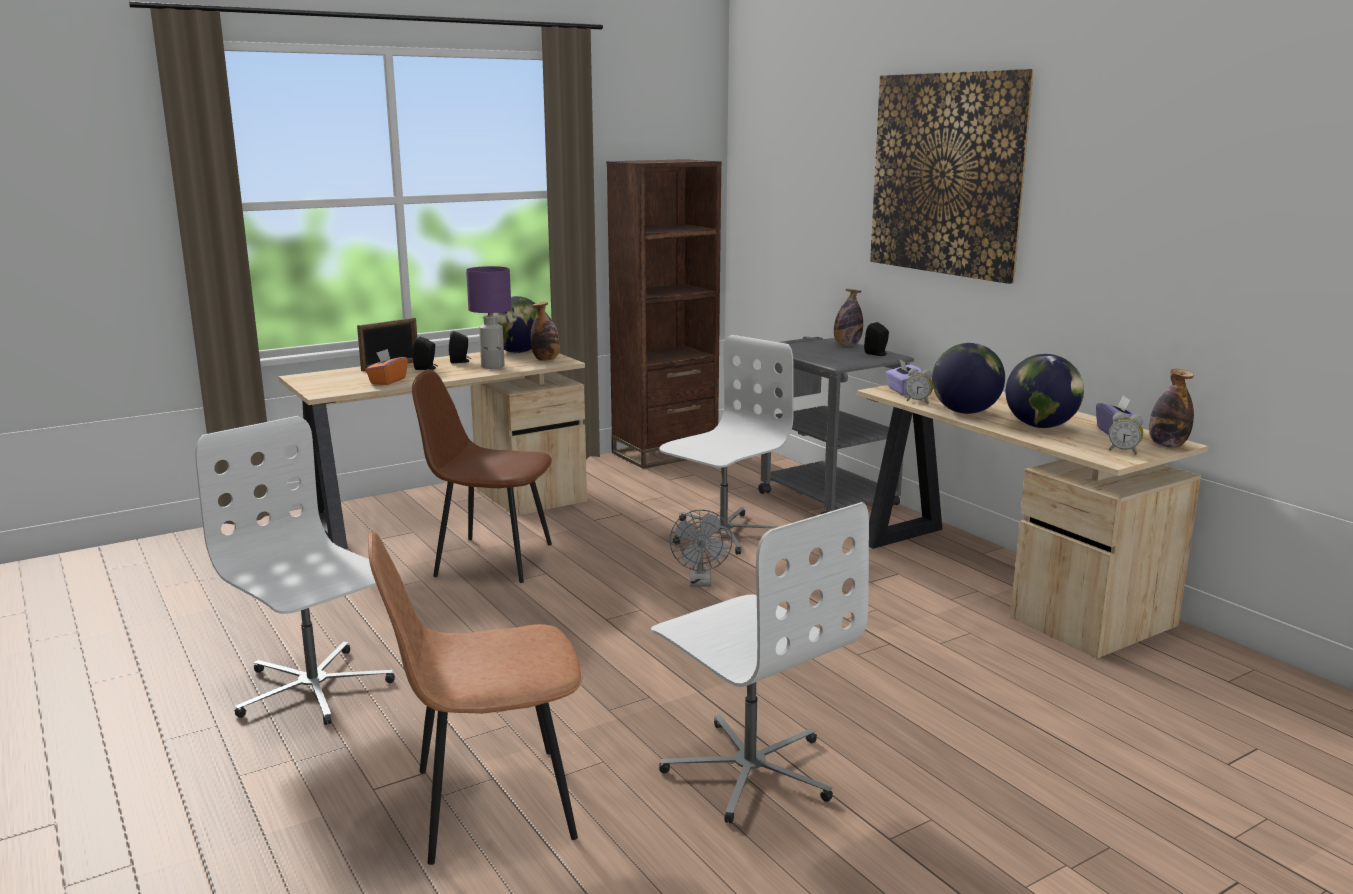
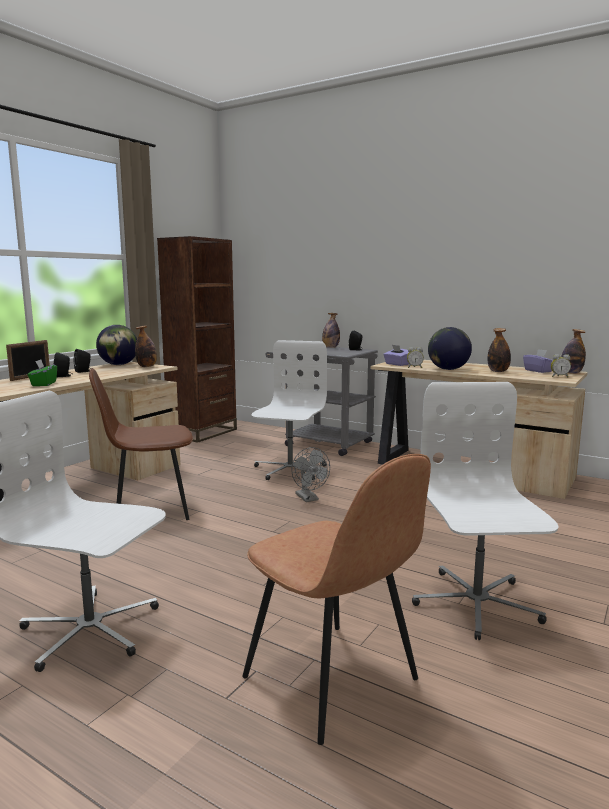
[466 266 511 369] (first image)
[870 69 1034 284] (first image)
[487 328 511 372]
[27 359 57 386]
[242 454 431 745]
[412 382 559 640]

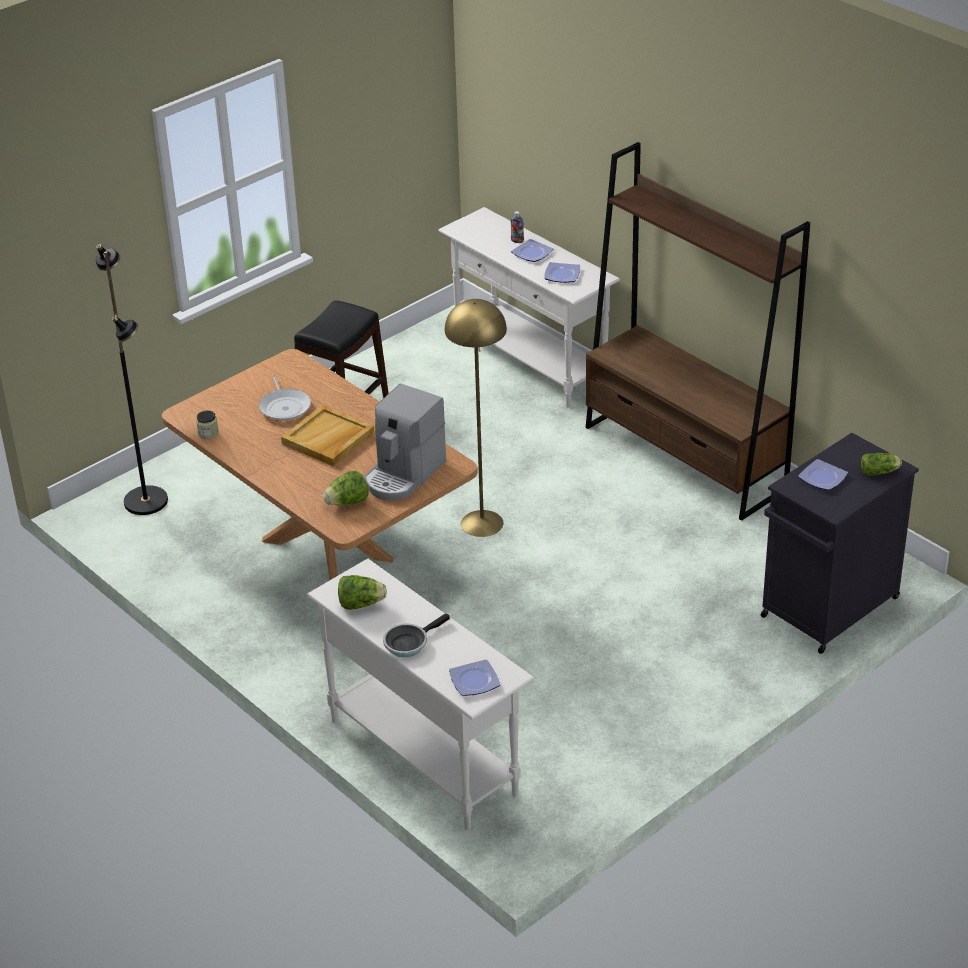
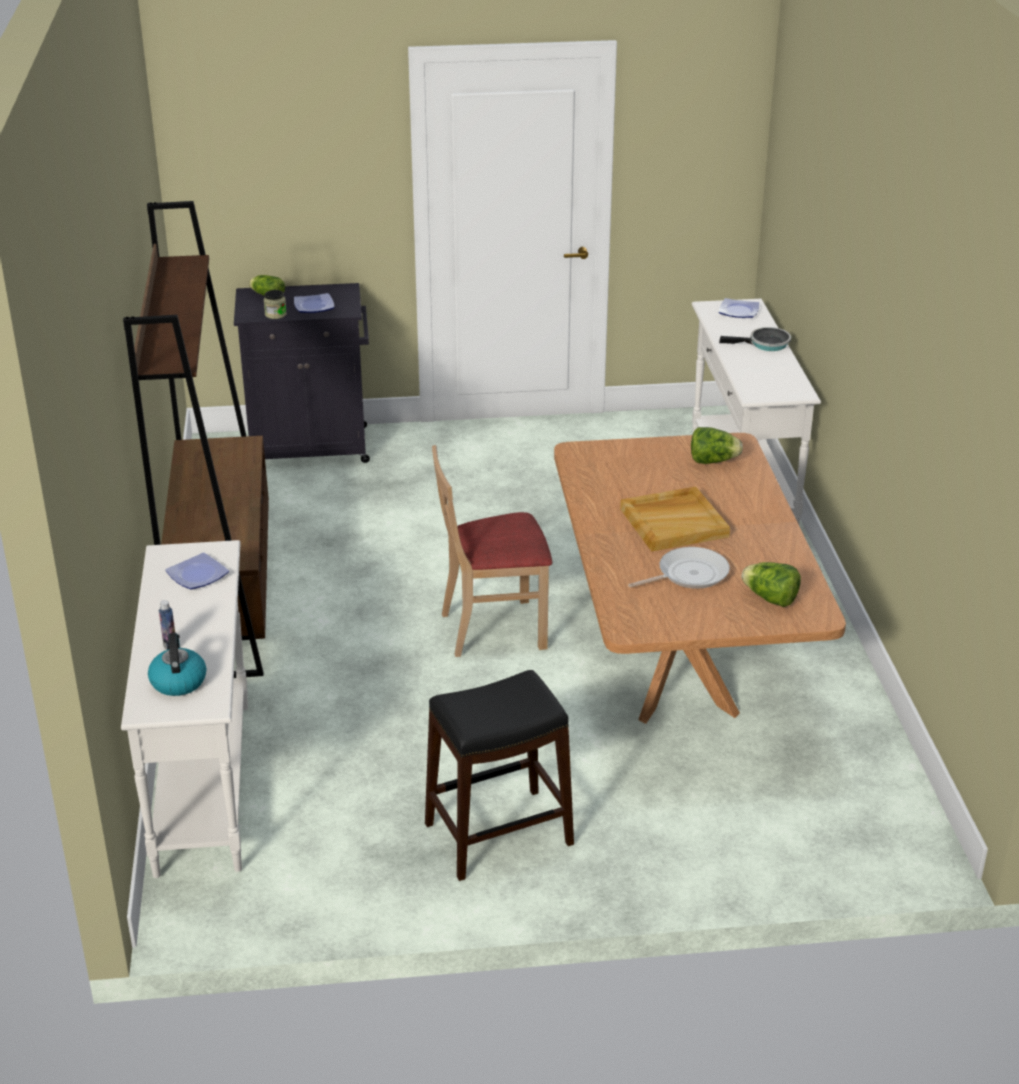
[96 244 168 515] (first image)
[365 384 446 501] (first image)
[511 239 554 262] (first image)
[148 633 206 696]
[264 290 287 319]
[741 562 801 607]
[432 445 552 657]
[628 547 730 589]

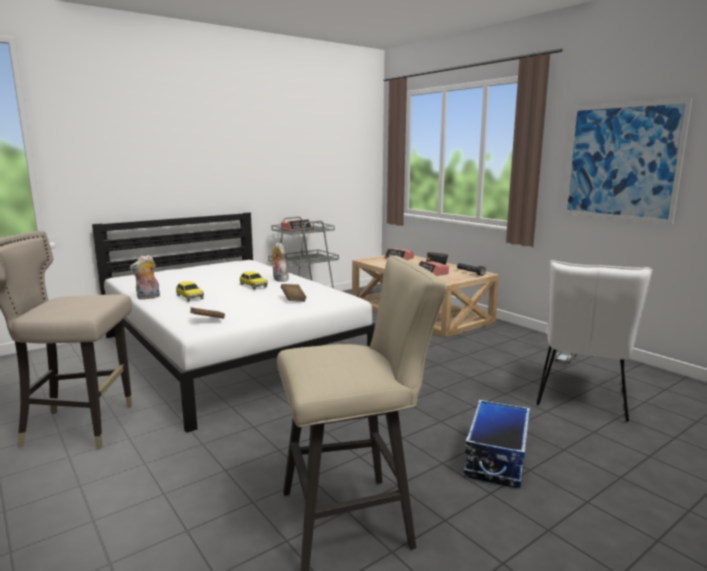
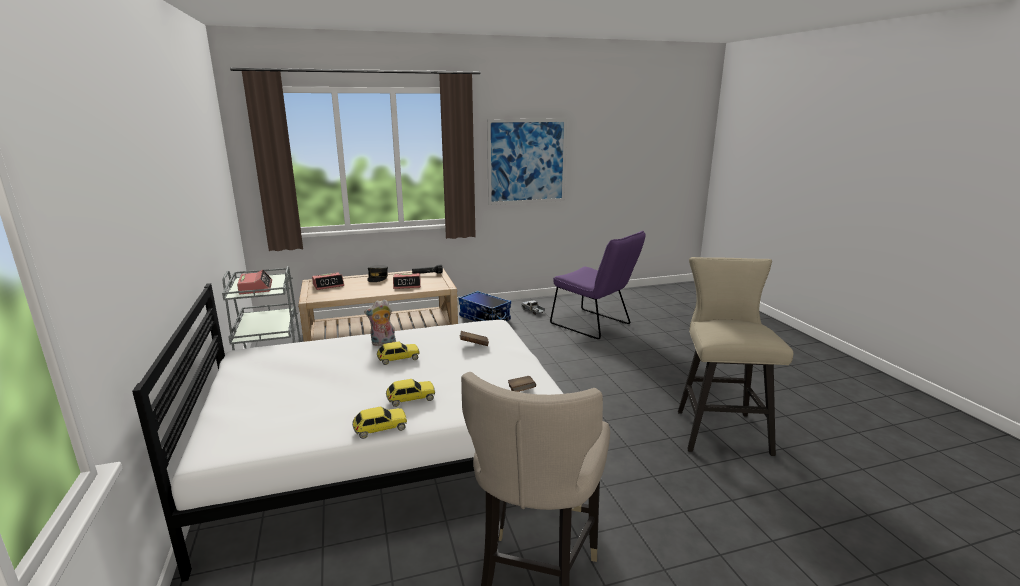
[459 291 511 322]
[352 406 407 439]
[550 230 645 339]

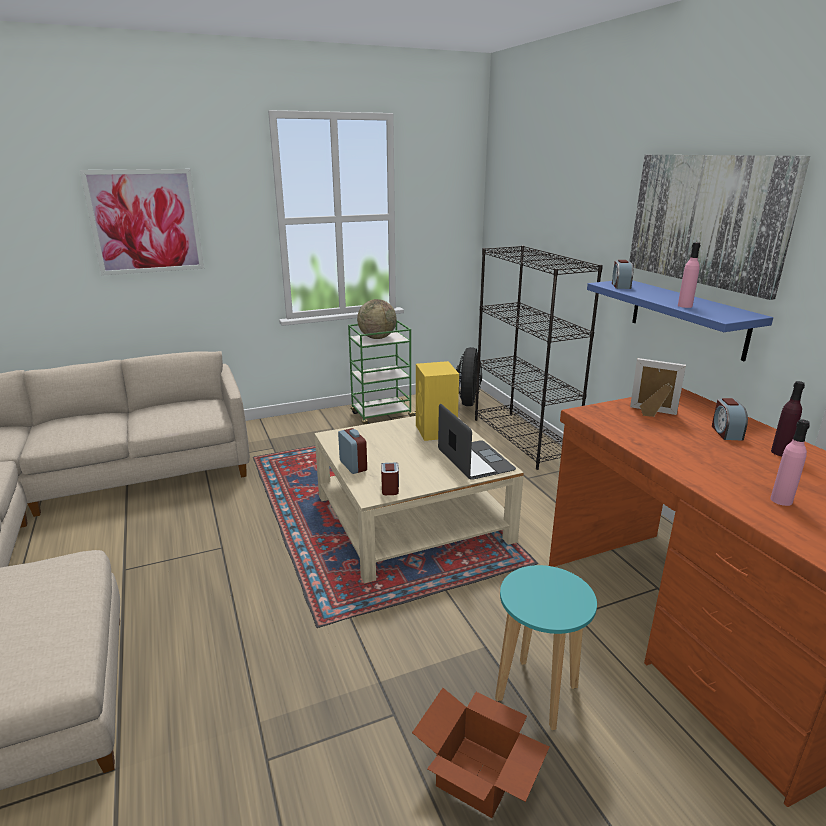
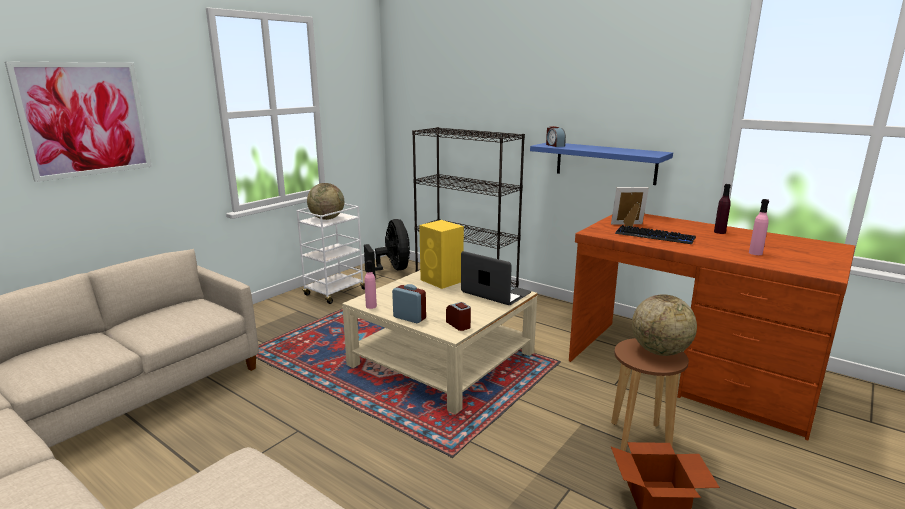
[630 155 810 300] (first image)
[712 398 748 441] (first image)
[615 225 696 244]
[632 294 697 356]
[365 260 377 309]
[297 203 365 304]
[611 338 689 451]

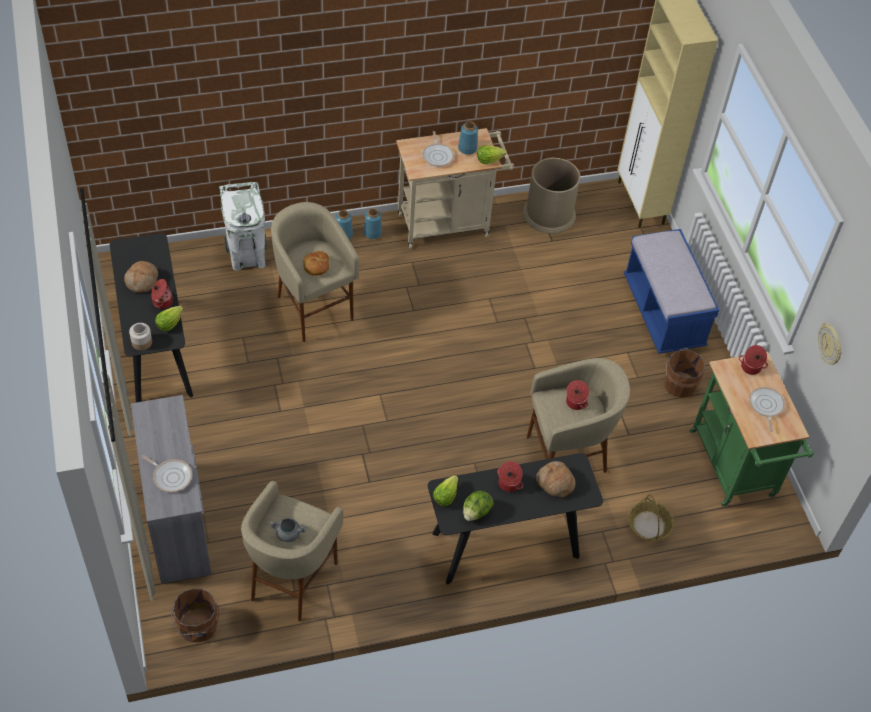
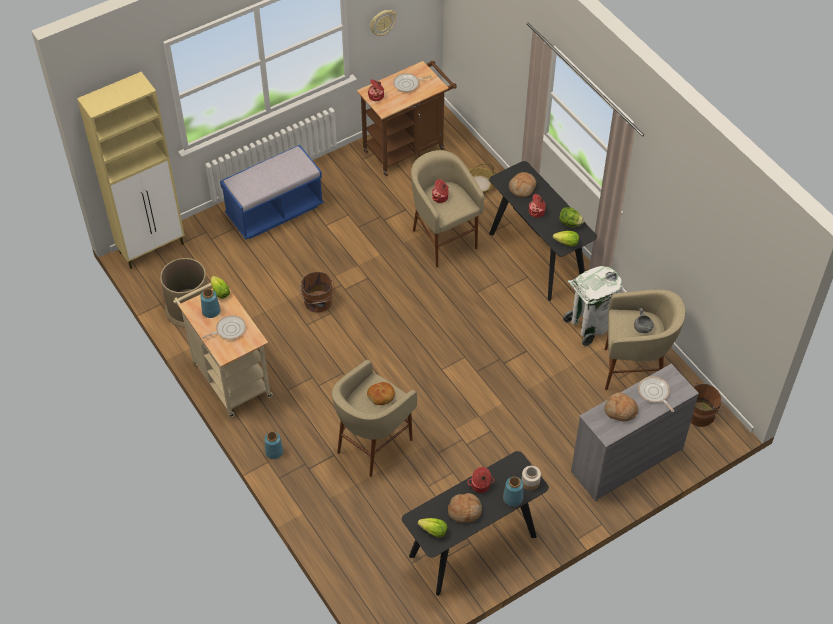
[604 392 638 422]
[418 518 448 537]
[563 266 623 346]
[503 477 523 506]
[300 272 334 312]
[357 61 457 176]
[638 376 674 412]

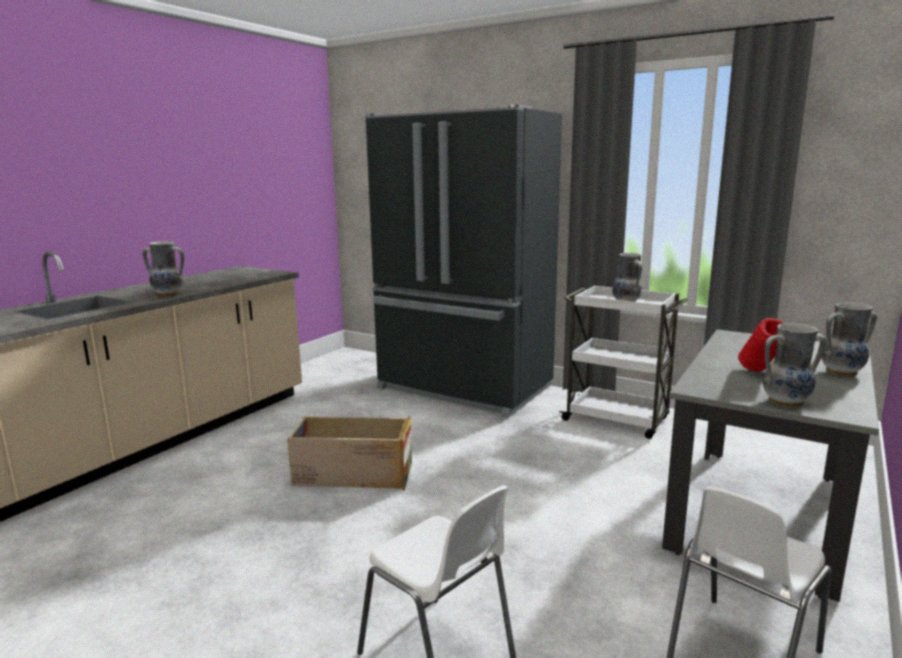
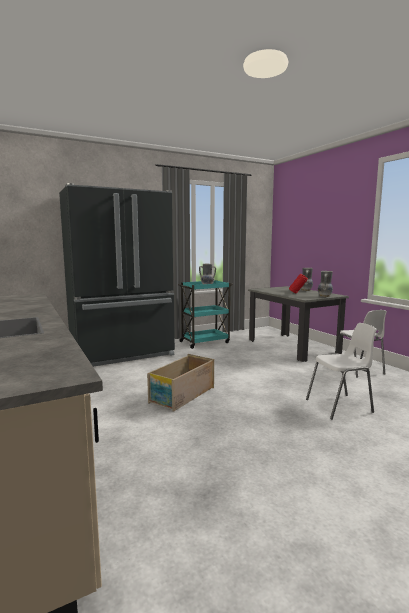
[142 241 184 297] (first image)
[178 280 233 349]

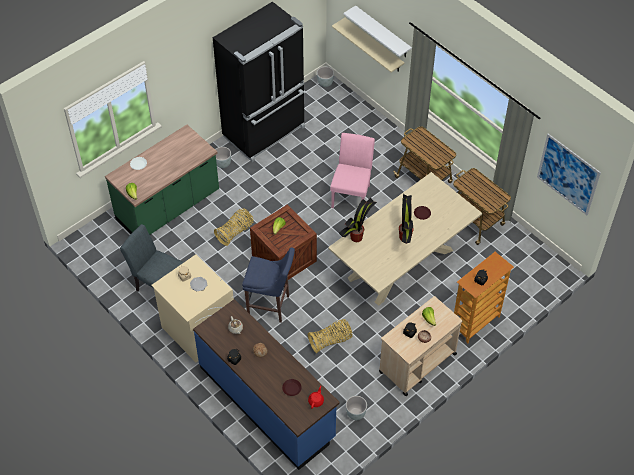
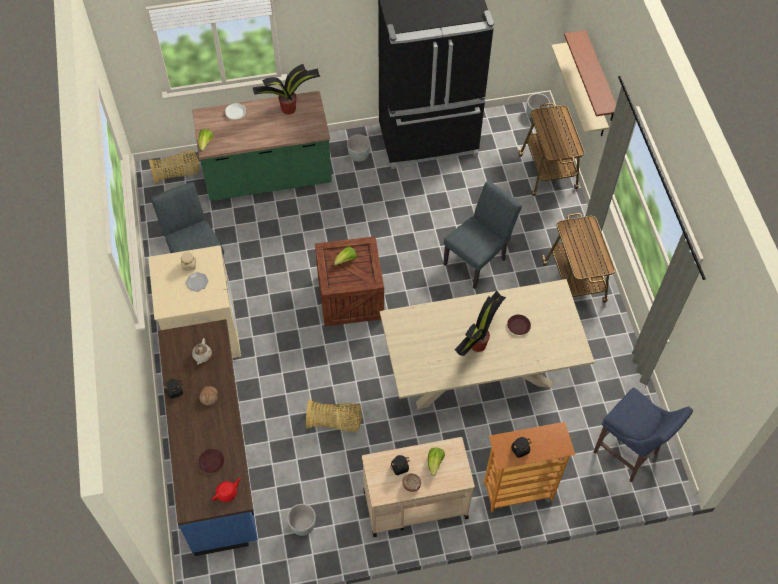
[537 134 601 215] (first image)
[149 150 199 184]
[593 388 693 482]
[253 64 320 115]
[518 103 584 196]
[443 181 522 289]
[564 30 616 121]

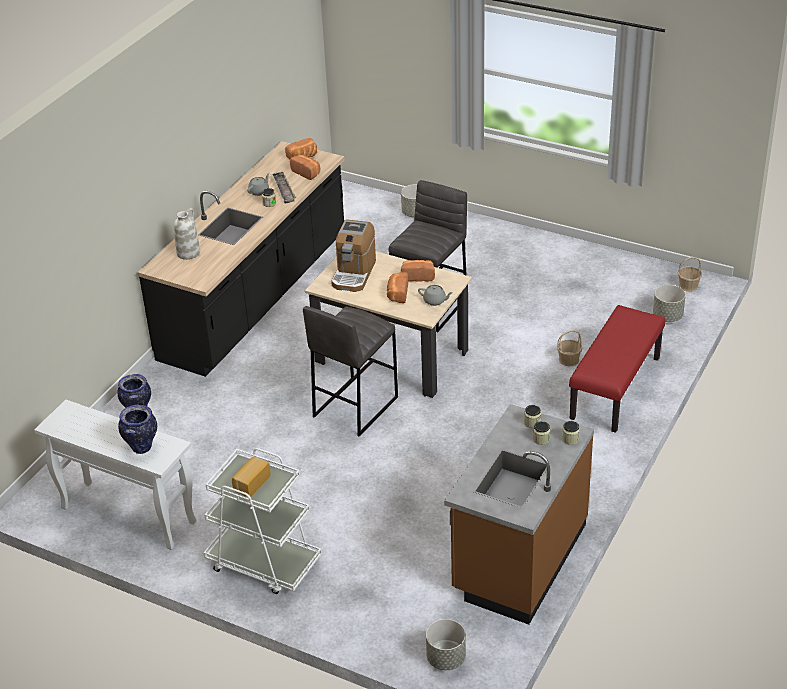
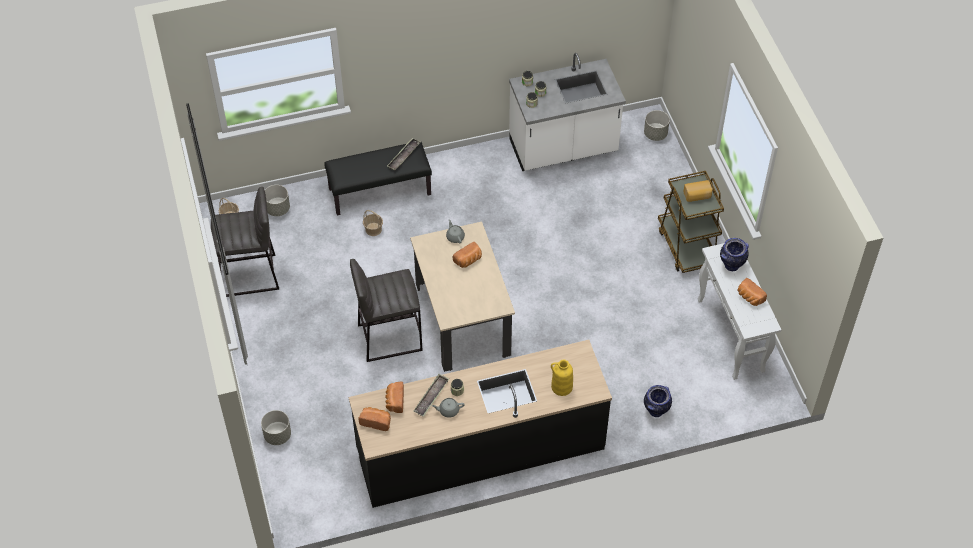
[331 219 376 292] (first image)
[387 138 420 171]
[211 187 279 297]
[738 278 767 306]
[551 359 573 396]
[658 171 724 273]
[509 53 626 171]
[324 141 432 215]

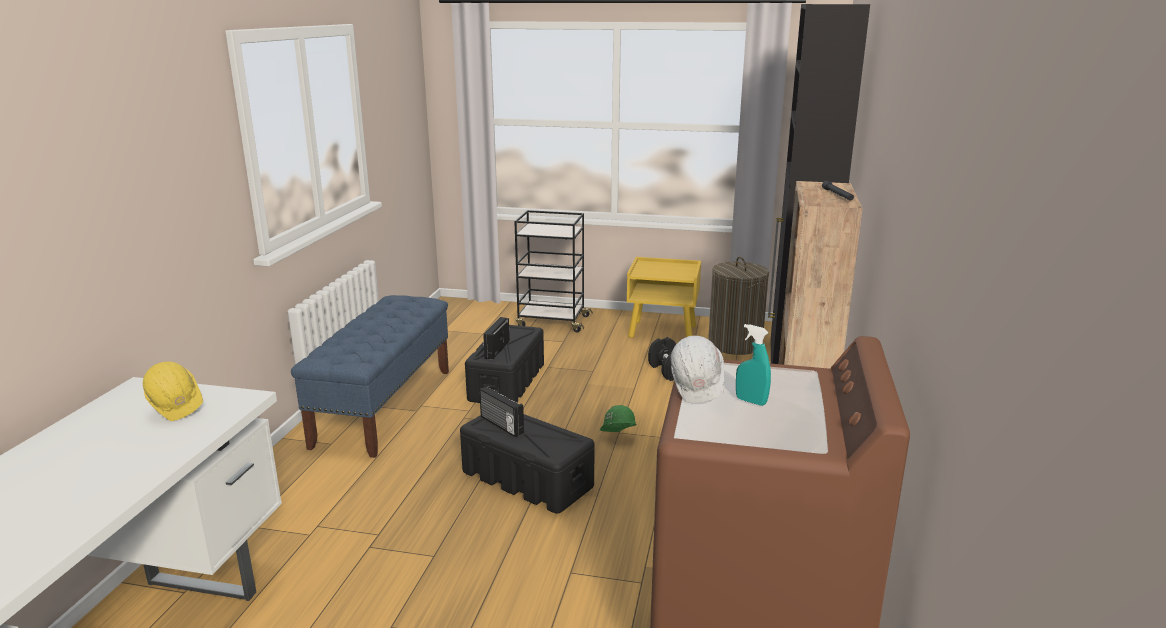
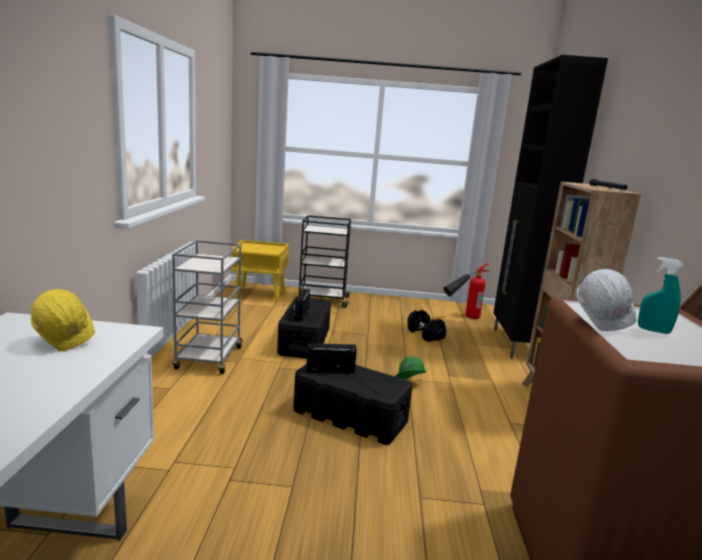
[231 240 289 302]
[172 240 243 374]
[443 263 490 319]
[306 343 357 373]

